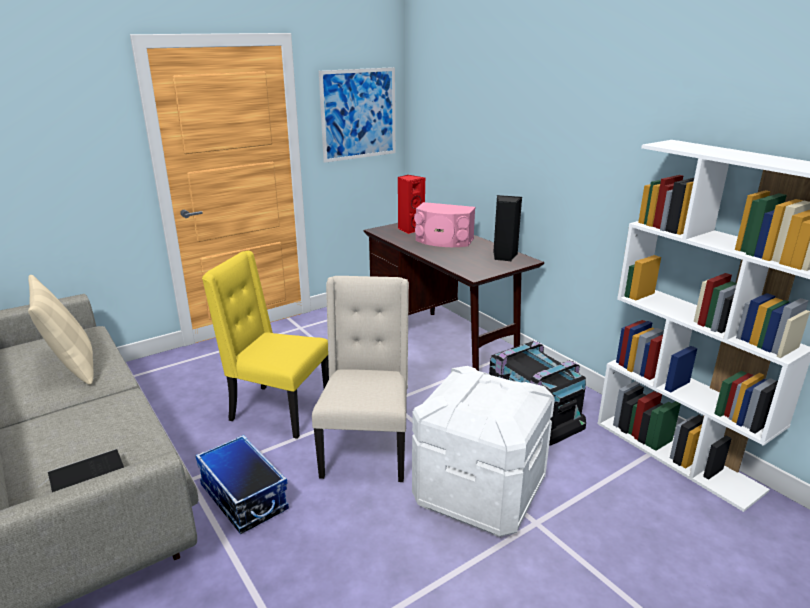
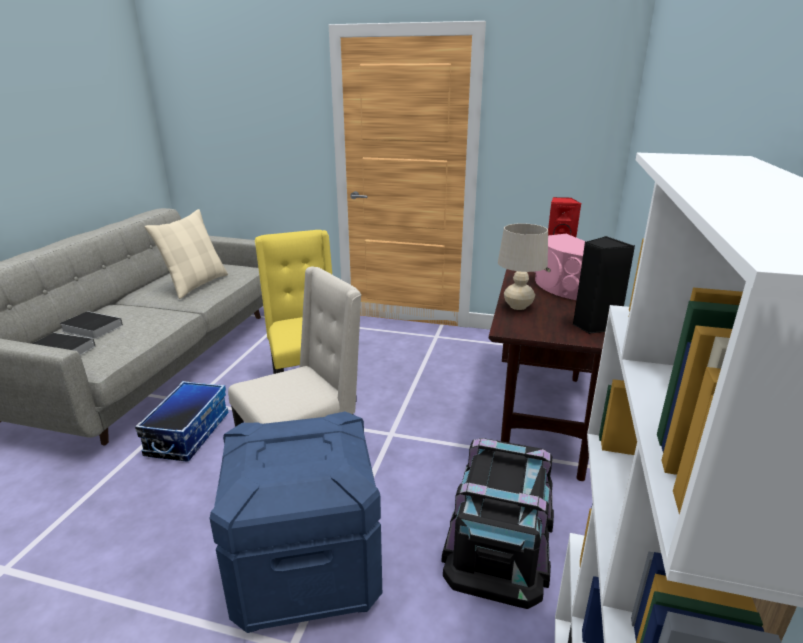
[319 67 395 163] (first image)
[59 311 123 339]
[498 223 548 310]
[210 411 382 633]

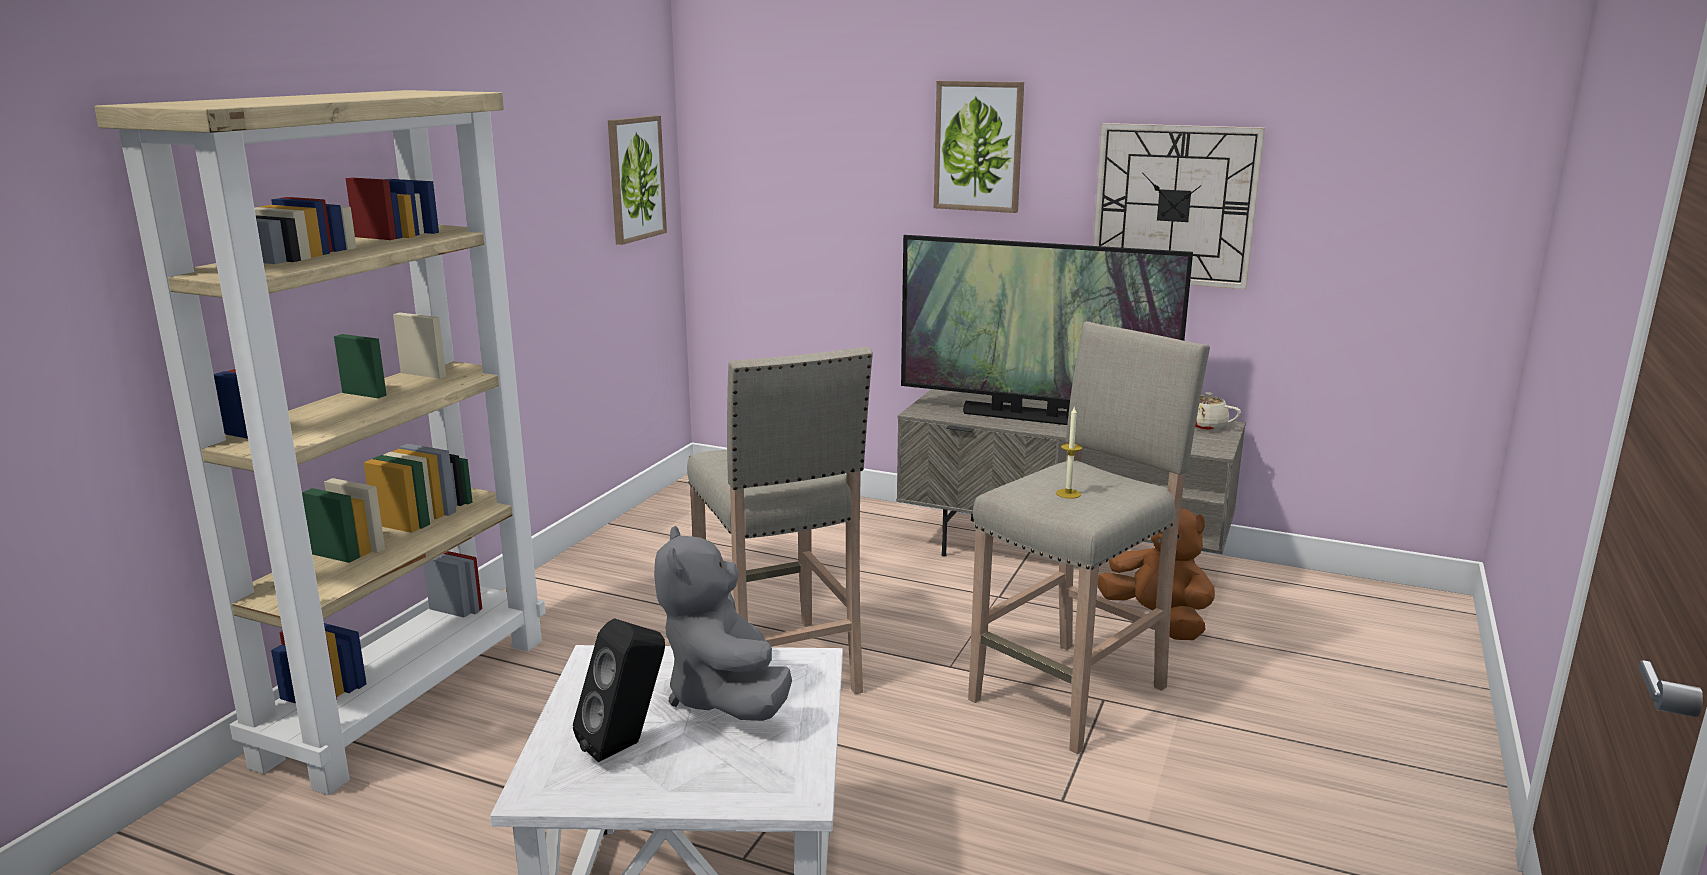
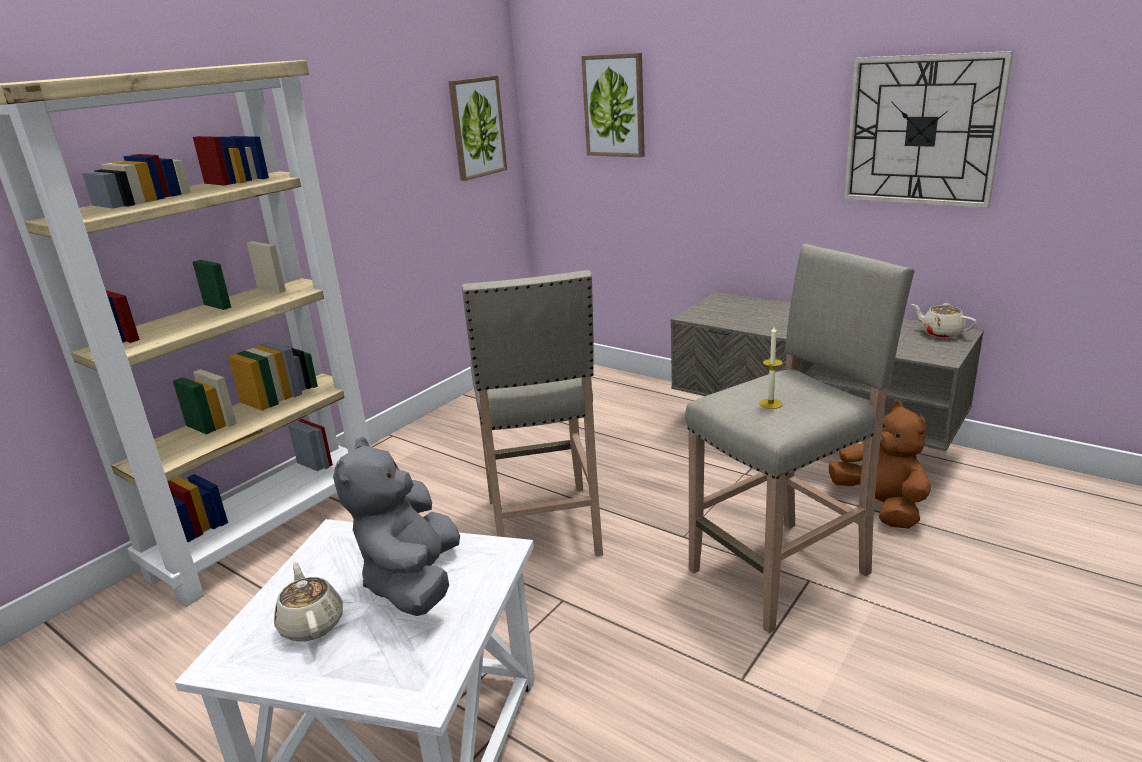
[901 235 1193 425] (first image)
[581 53 645 157]
[274 562 343 641]

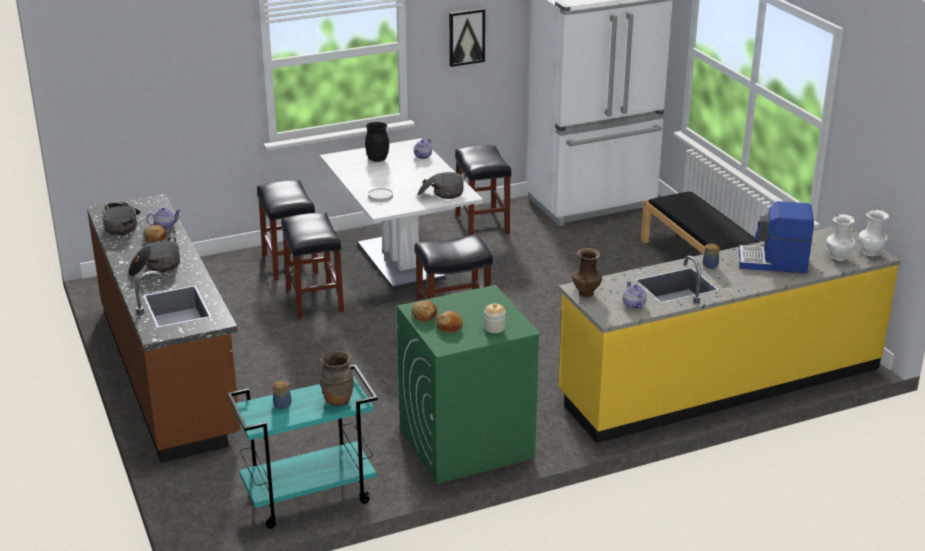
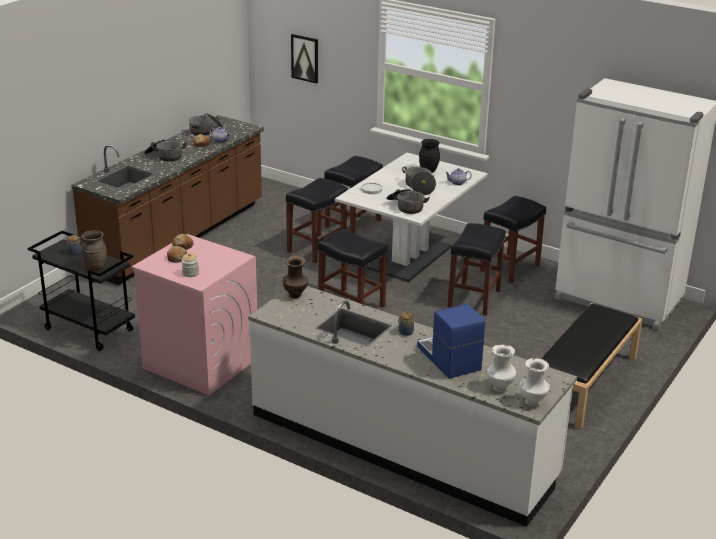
[623 281 647 309] (first image)
[402 167 436 195]
[447 223 506 316]
[291 34 318 84]
[27 231 135 351]
[132 234 257 395]
[248 286 577 527]

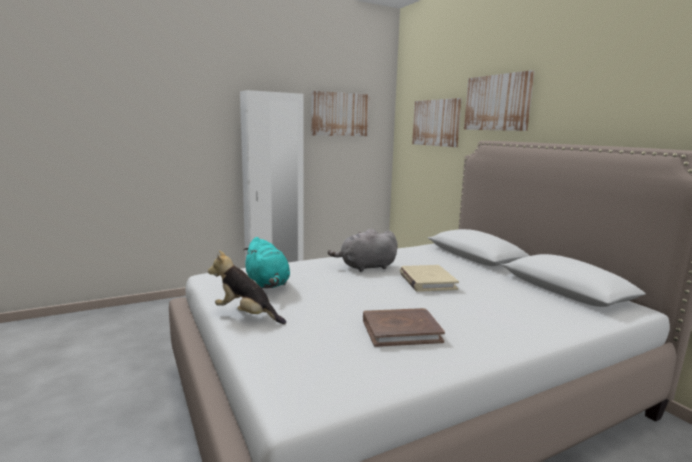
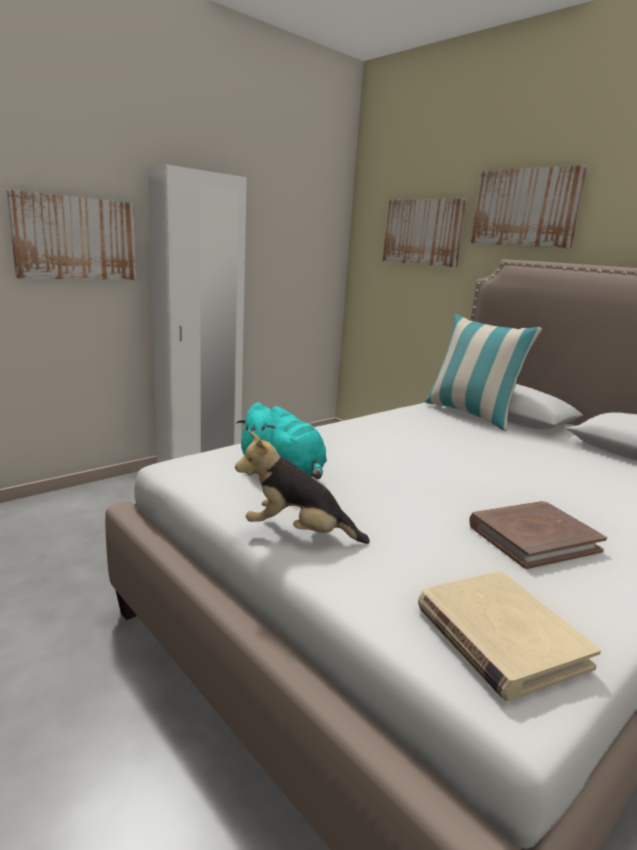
[328 229 398 272] (first image)
[425 314 542 431]
[7 190 136 280]
[418 571 601 701]

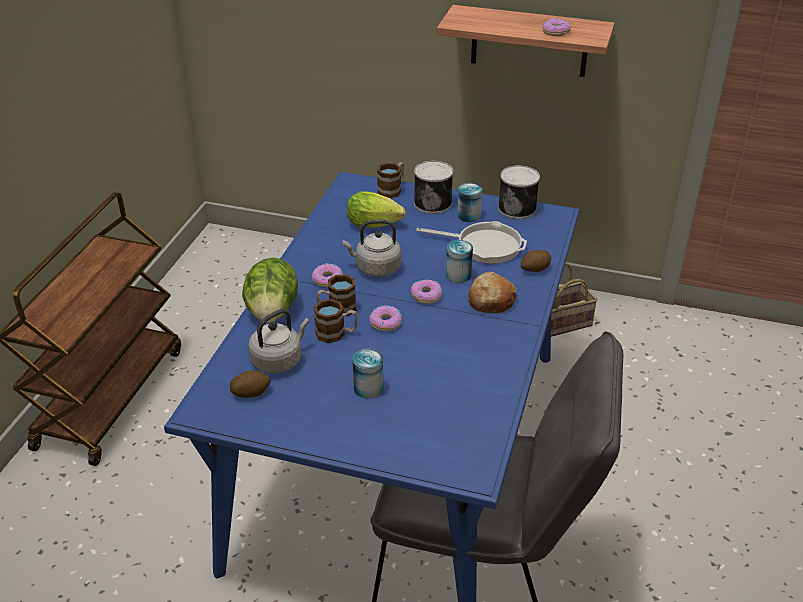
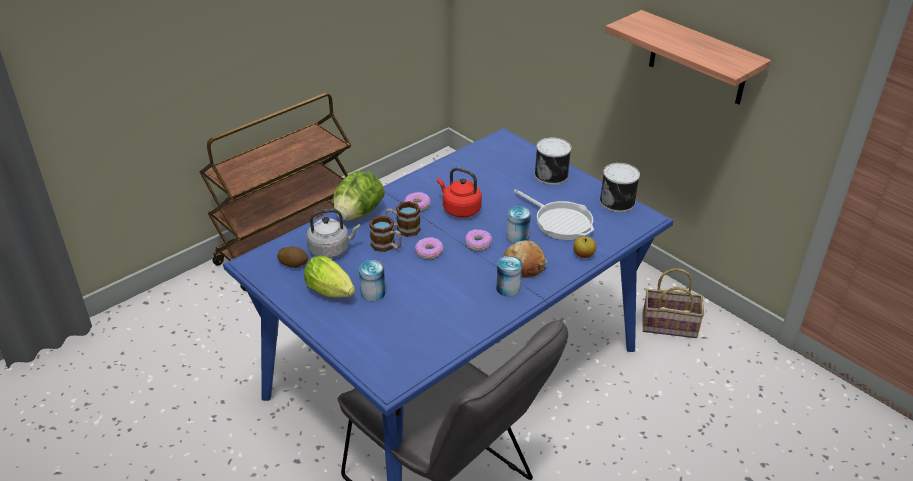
[377 162 404 198] (first image)
[542 19 571 36] (first image)
[304 256 355 297]
[496 256 522 297]
[573 236 596 258]
[437 167 482 218]

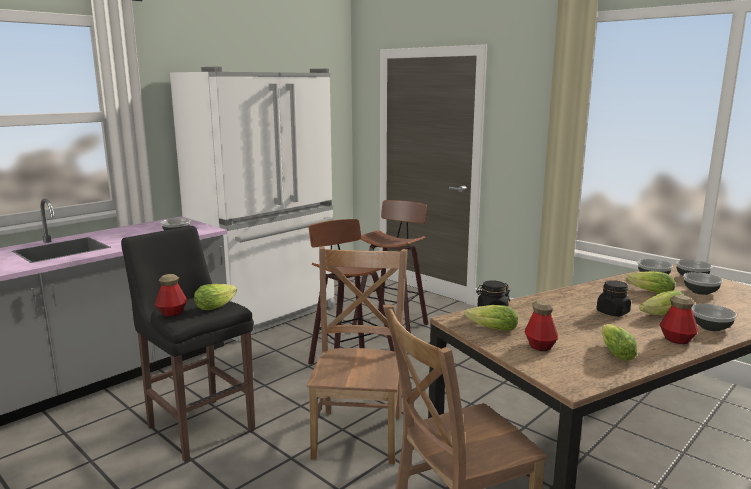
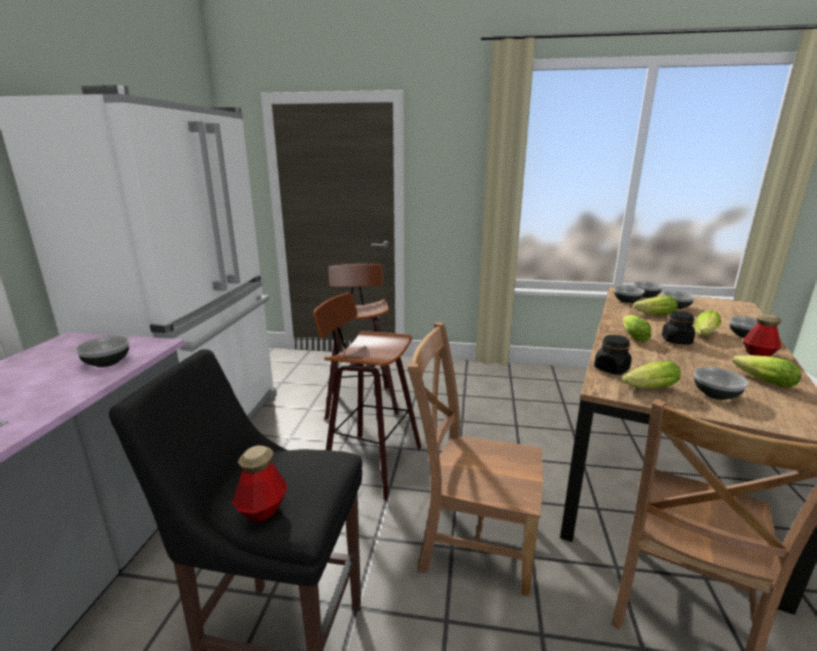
[623 315 651 341]
[694 367 749 400]
[407 322 543 597]

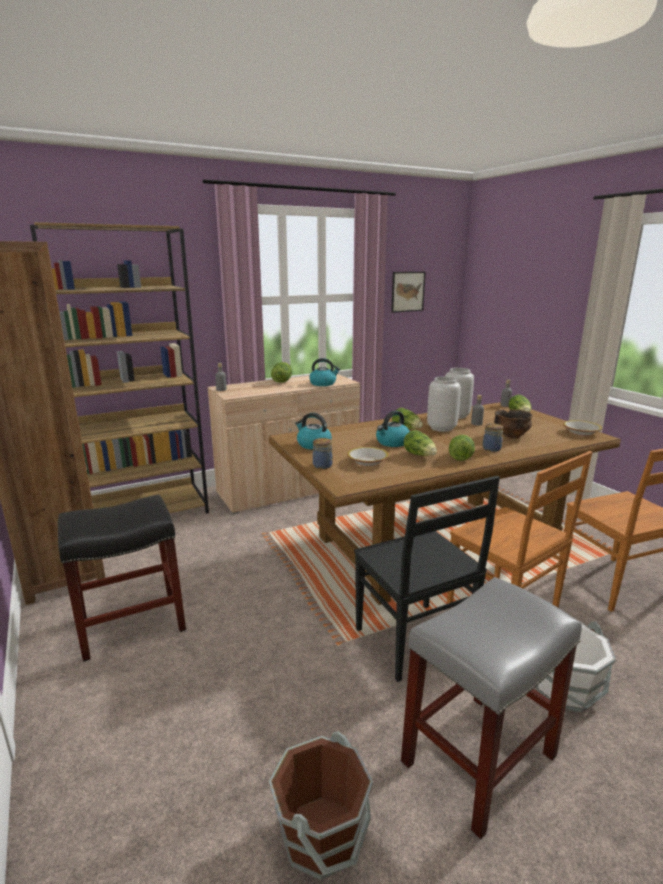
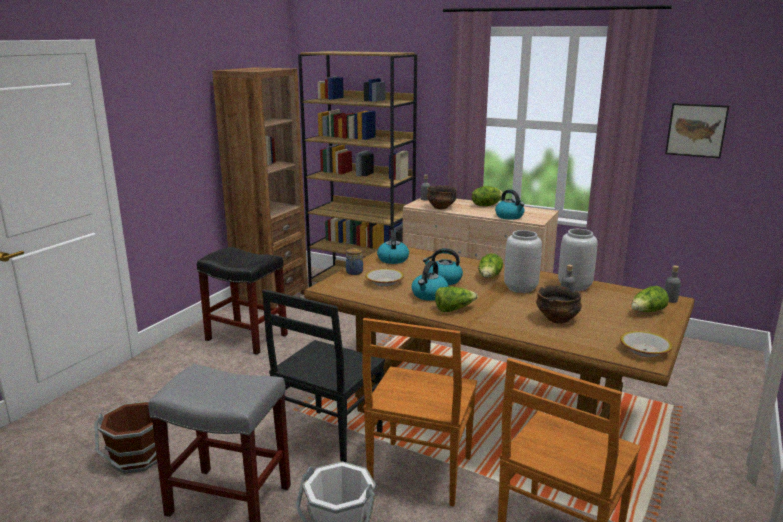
[483 423 503 452] (first image)
[427 185 457 209]
[412 261 448 301]

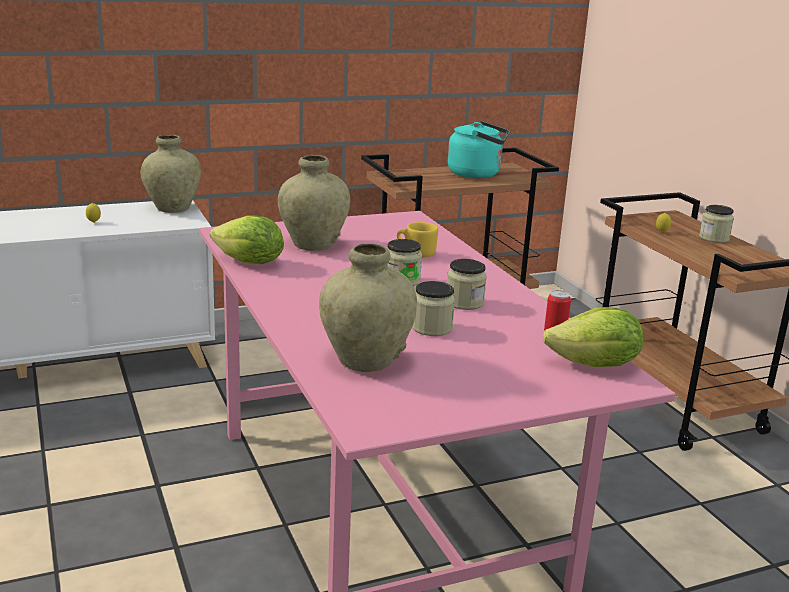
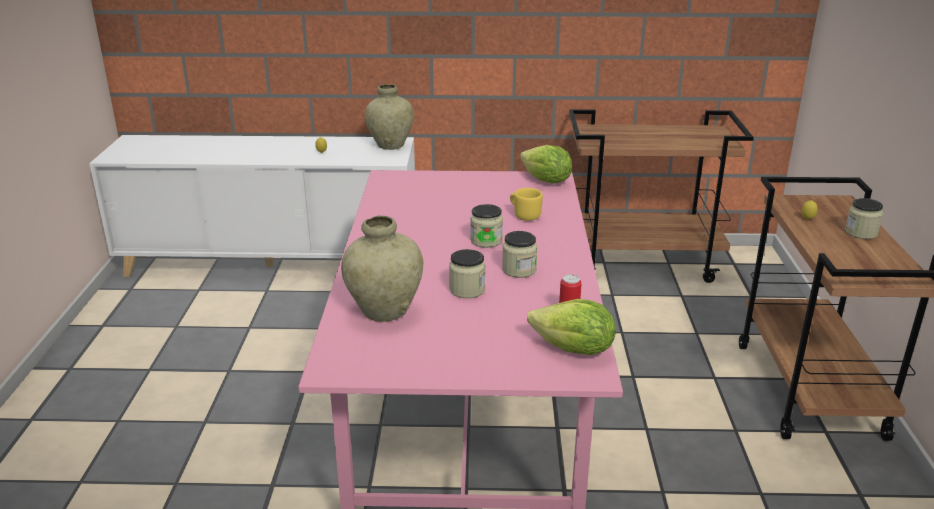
[278 155 350 251] (first image)
[448 121 510 178] (first image)
[520 145 572 183]

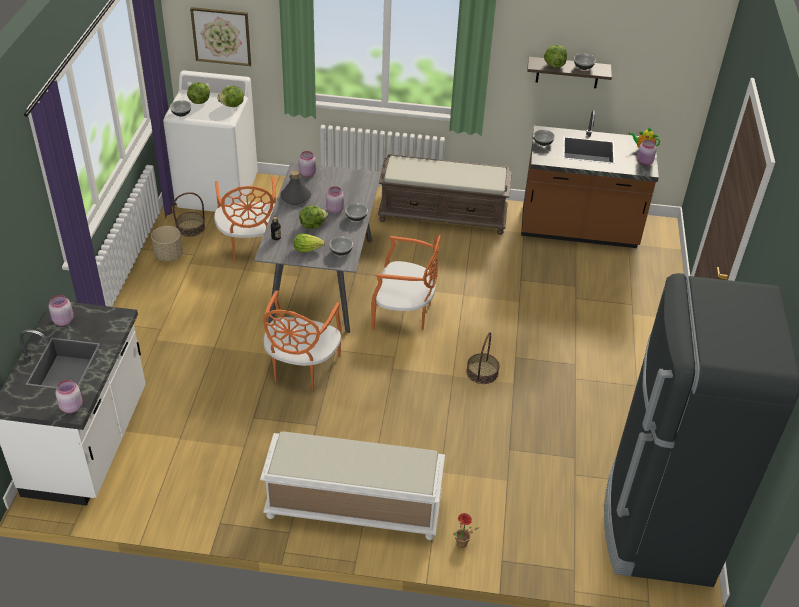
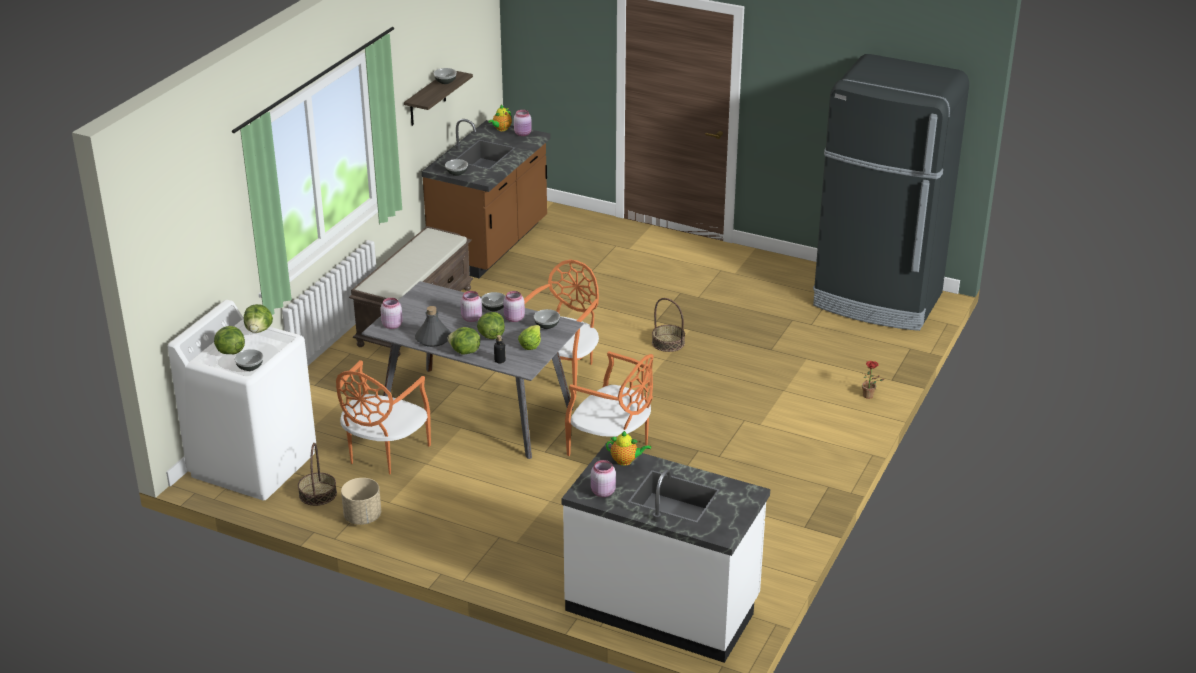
[190 7 251 66] (first image)
[260 431 445 540] (first image)
[606 431 651 466]
[503 291 525 322]
[448 327 480 355]
[336 360 431 474]

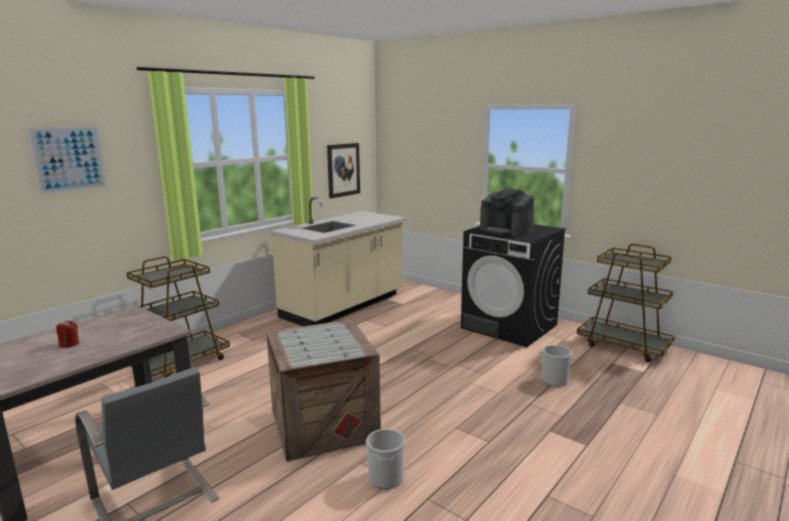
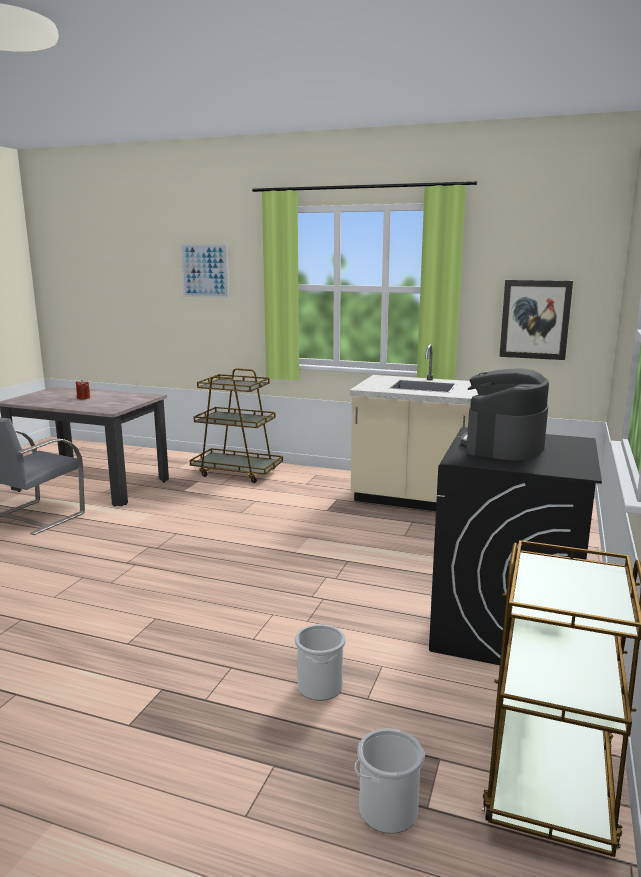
[266 319 381 462] (first image)
[355 728 425 834]

